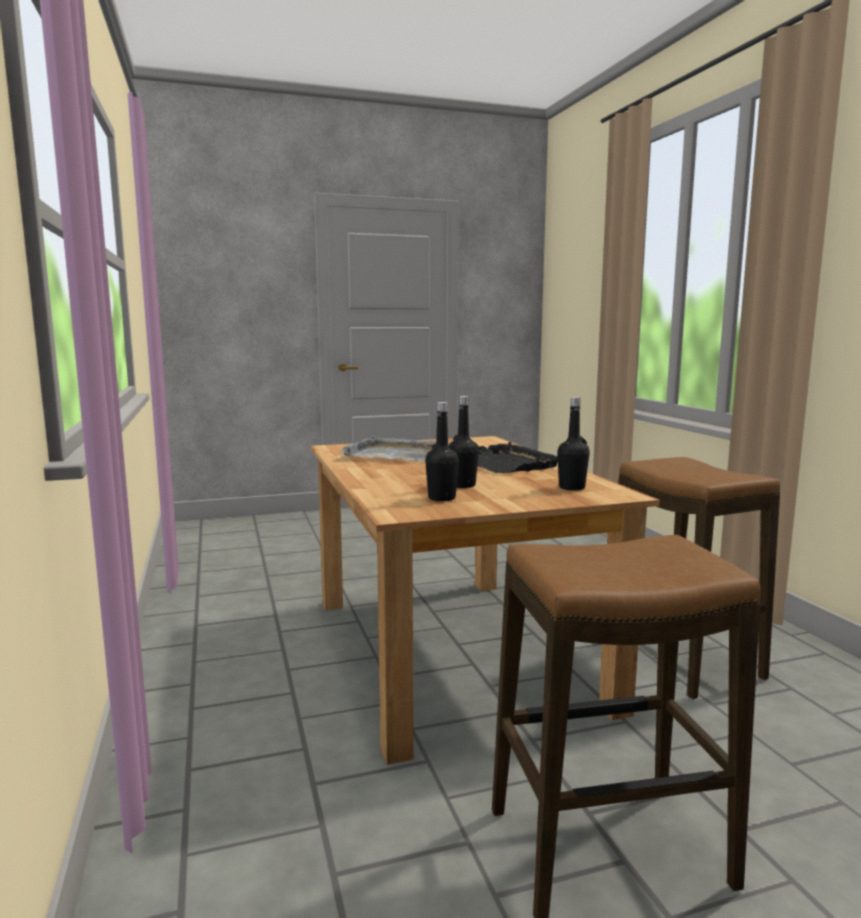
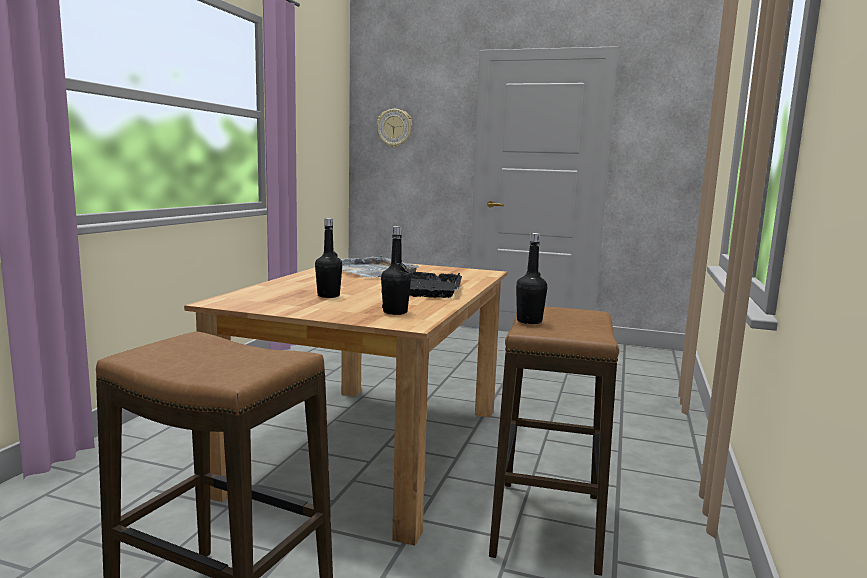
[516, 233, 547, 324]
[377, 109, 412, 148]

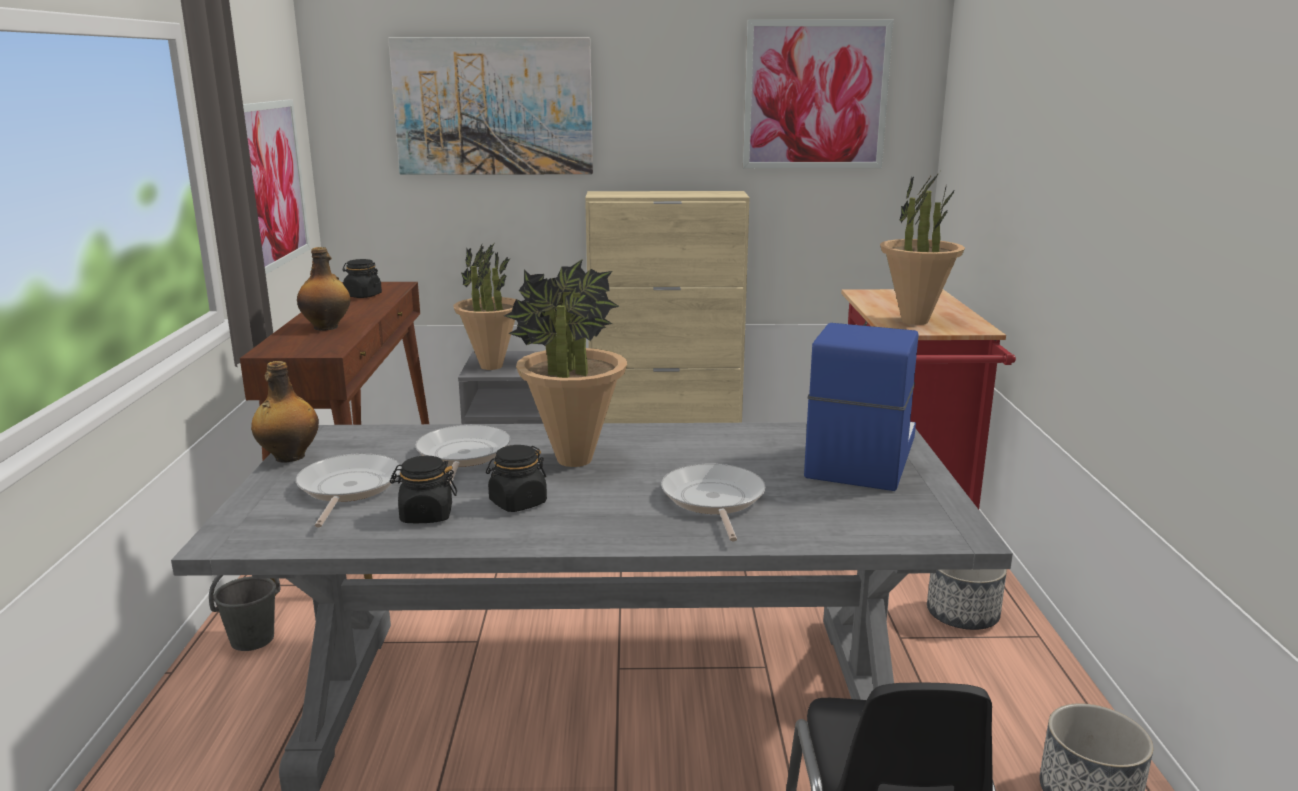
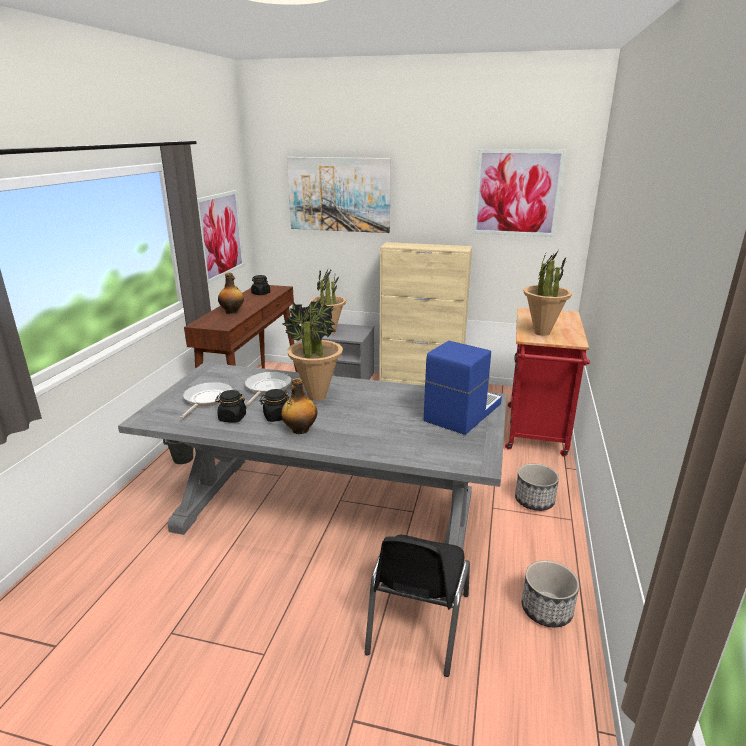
[281, 378, 317, 434]
[661, 464, 766, 542] (first image)

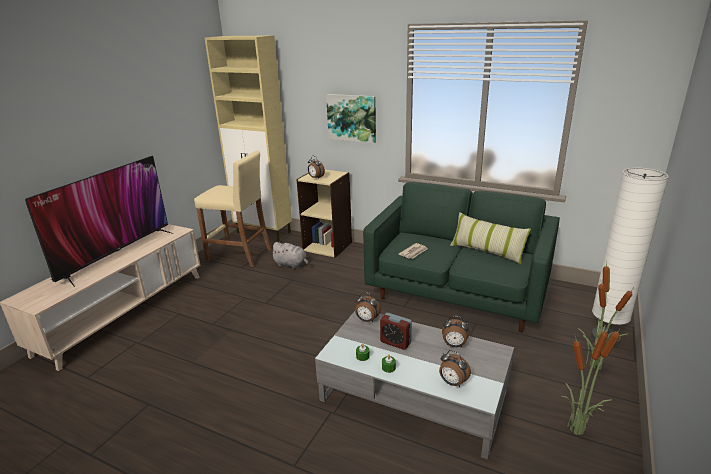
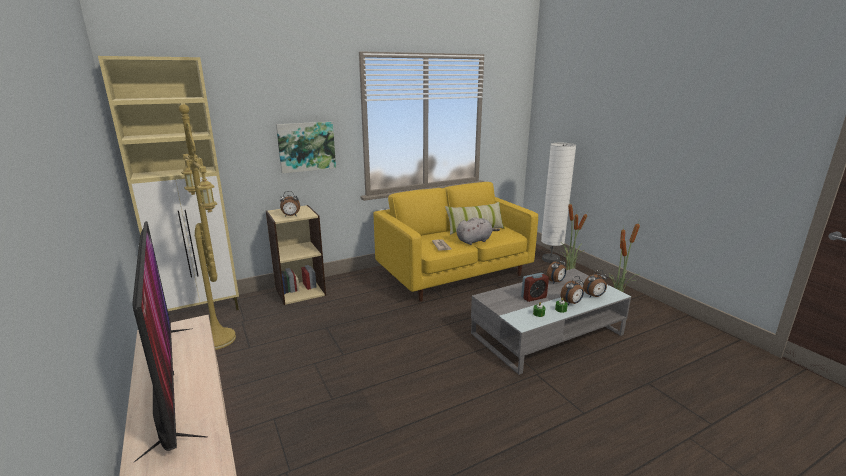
[179, 104, 236, 350]
[457, 217, 500, 245]
[561, 276, 584, 305]
[374, 182, 538, 302]

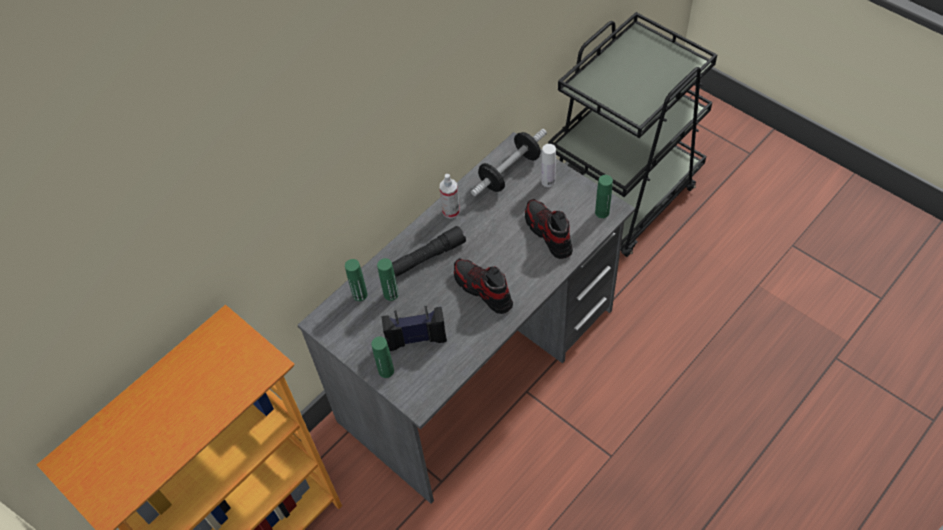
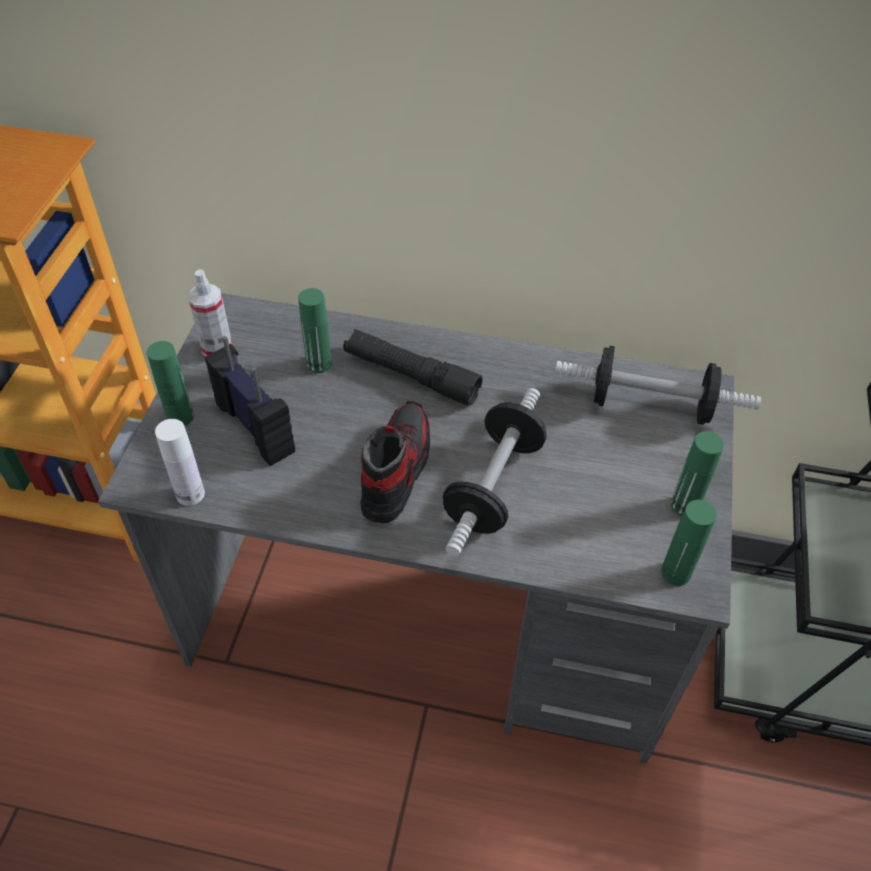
[671, 431, 724, 516]
[189, 269, 232, 356]
[525, 199, 573, 259] (first image)
[155, 419, 205, 506]
[443, 388, 547, 556]

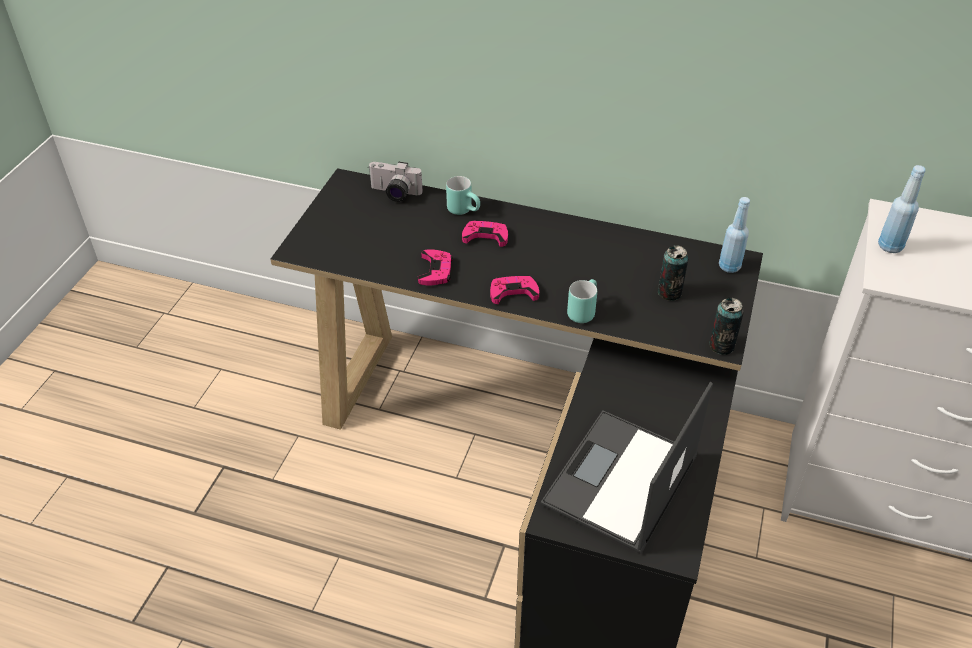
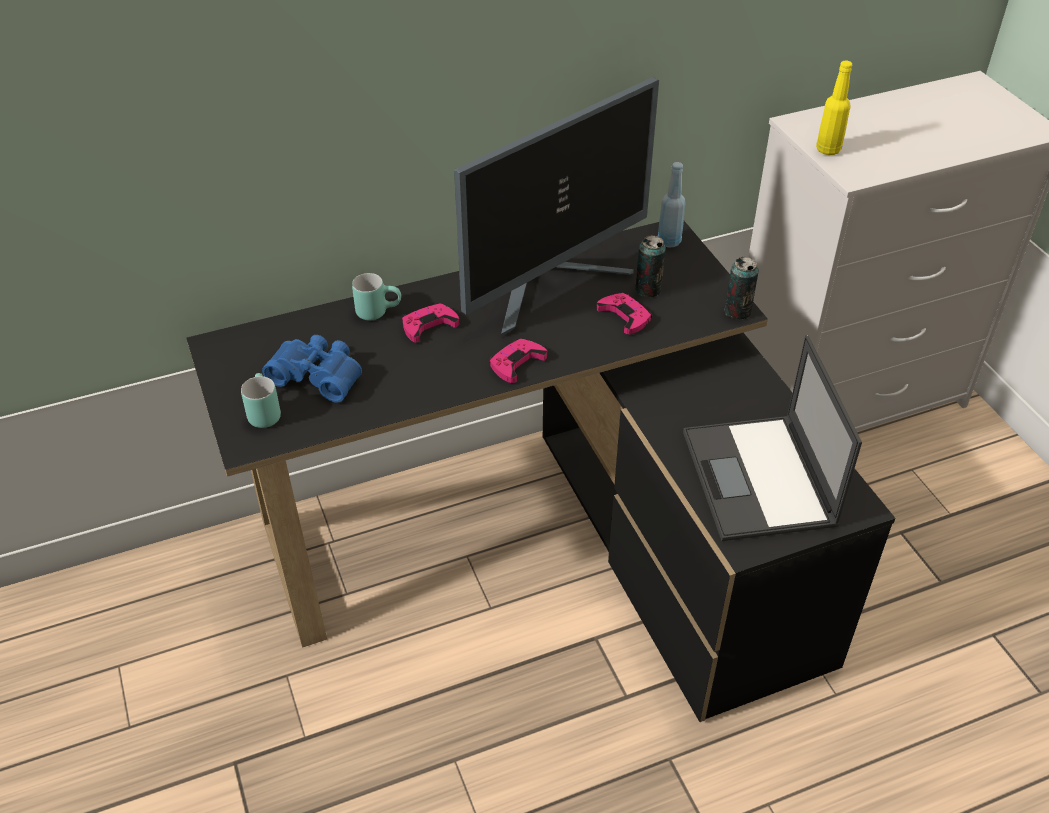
[369, 162, 423, 202] (first image)
[596, 293, 652, 335]
[241, 373, 281, 428]
[816, 60, 852, 155]
[262, 335, 362, 403]
[454, 77, 659, 337]

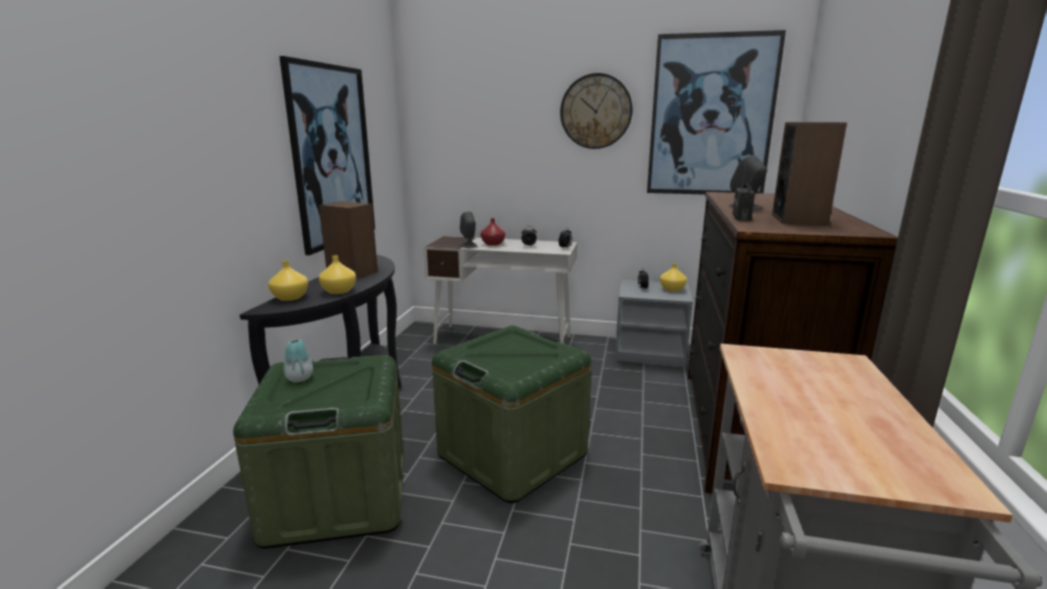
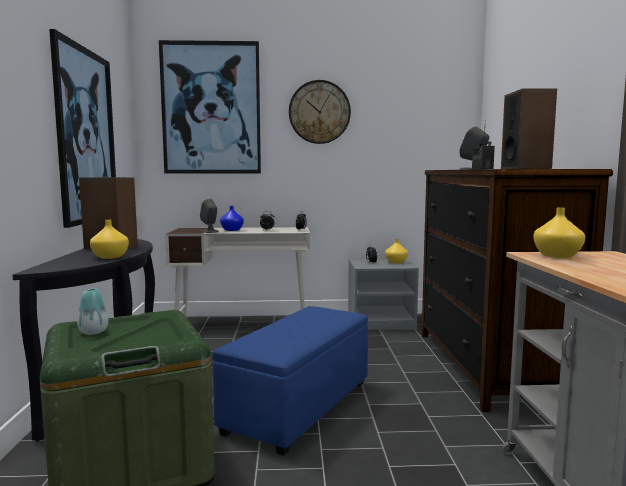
[533, 208, 585, 258]
[212, 306, 368, 456]
[220, 206, 244, 231]
[159, 40, 261, 174]

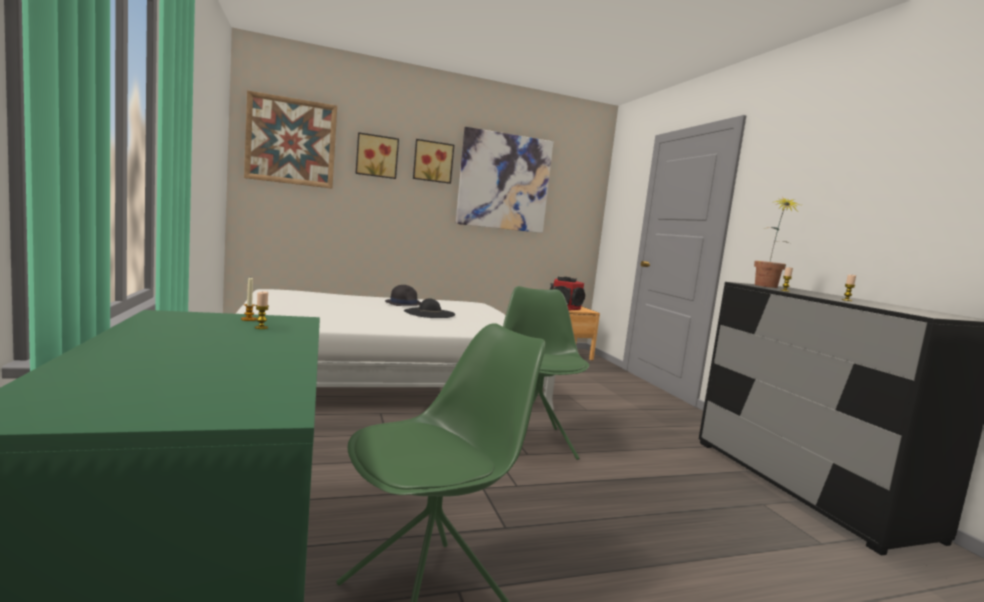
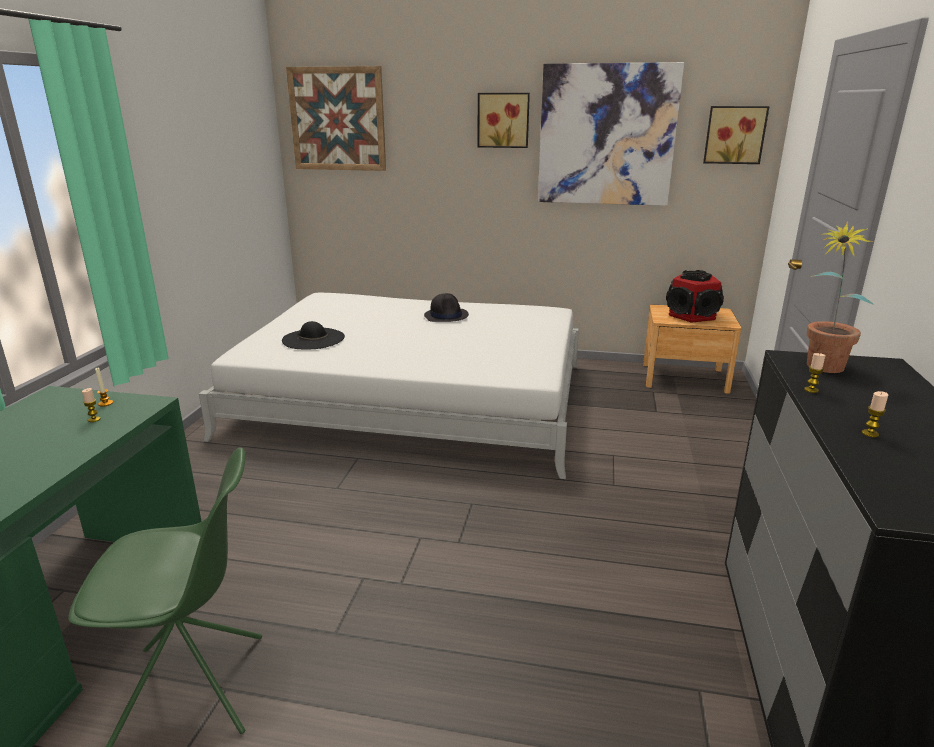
[703, 106, 770, 164]
[282, 321, 345, 349]
[503, 286, 589, 460] (first image)

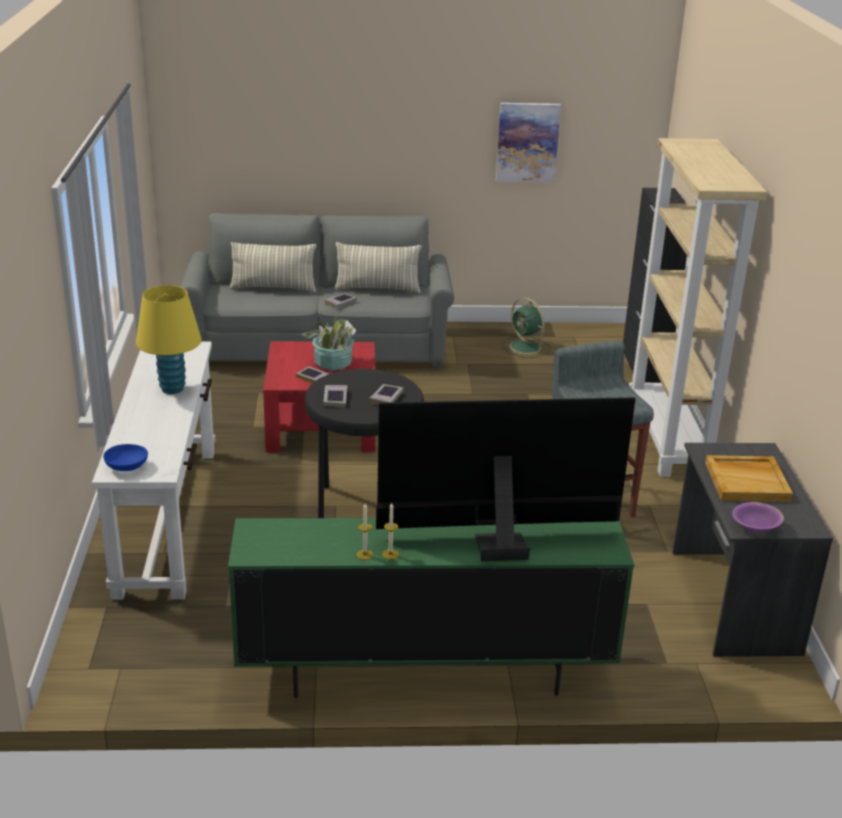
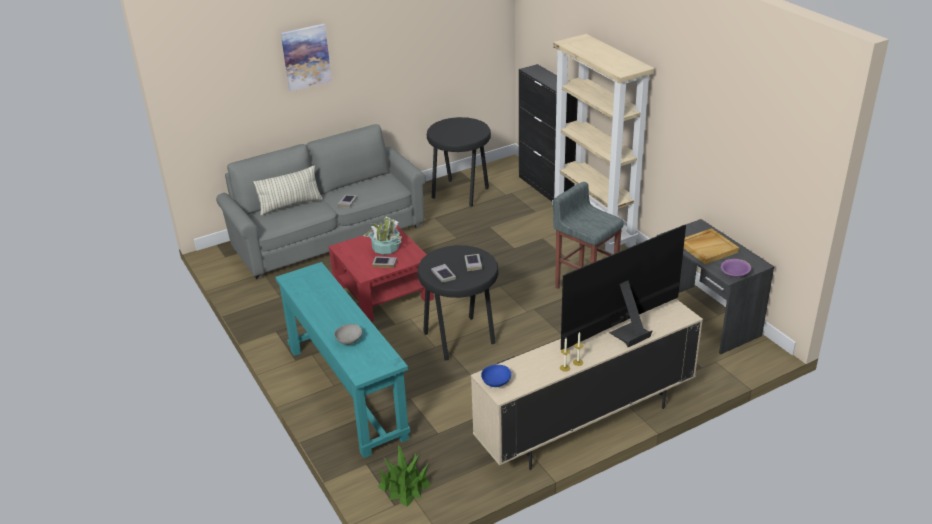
[275, 262, 410, 458]
[481, 365, 511, 387]
[136, 285, 201, 394] (first image)
[471, 299, 703, 470]
[334, 242, 422, 293] (first image)
[281, 24, 332, 92]
[427, 117, 491, 207]
[334, 324, 362, 345]
[376, 444, 432, 507]

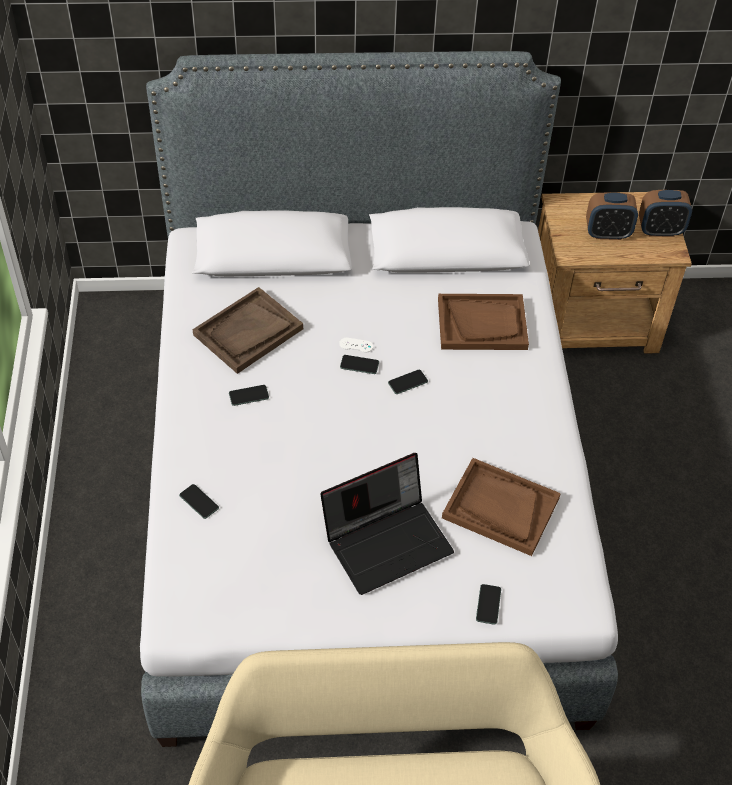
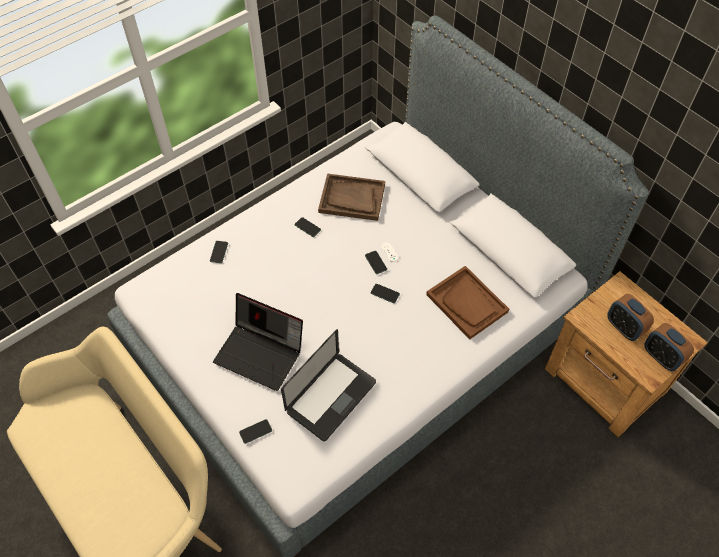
[281, 329, 376, 441]

